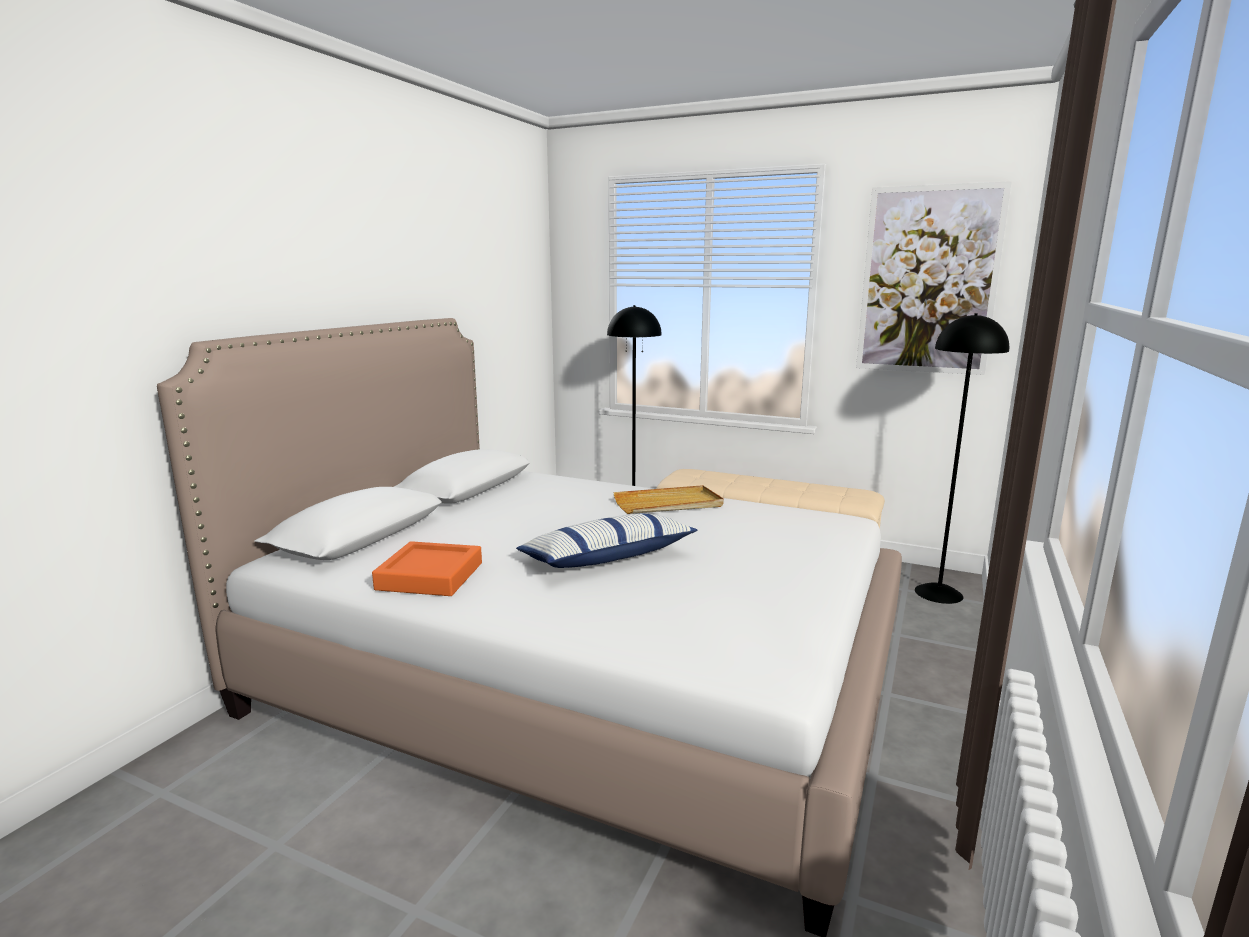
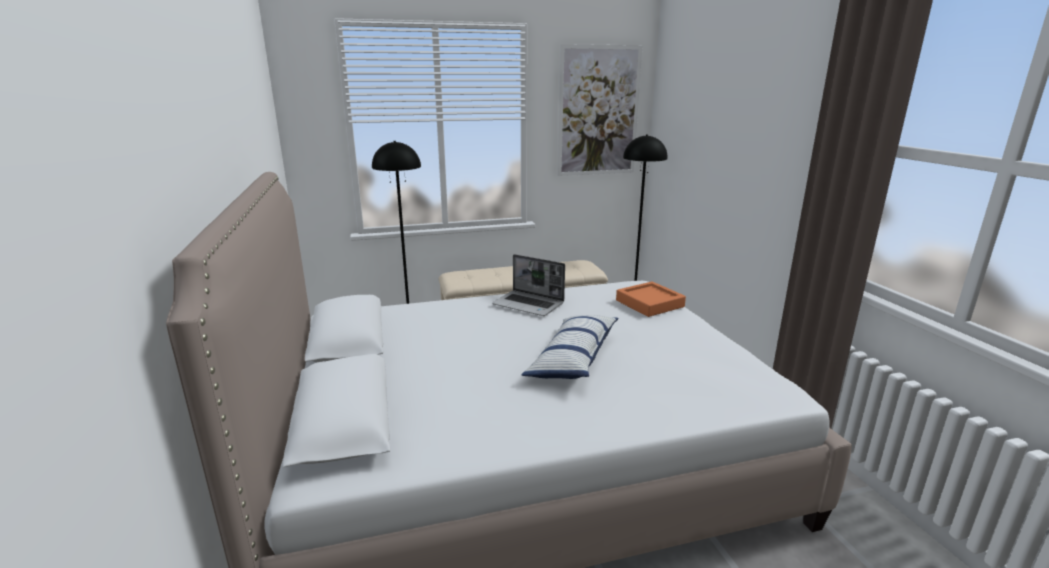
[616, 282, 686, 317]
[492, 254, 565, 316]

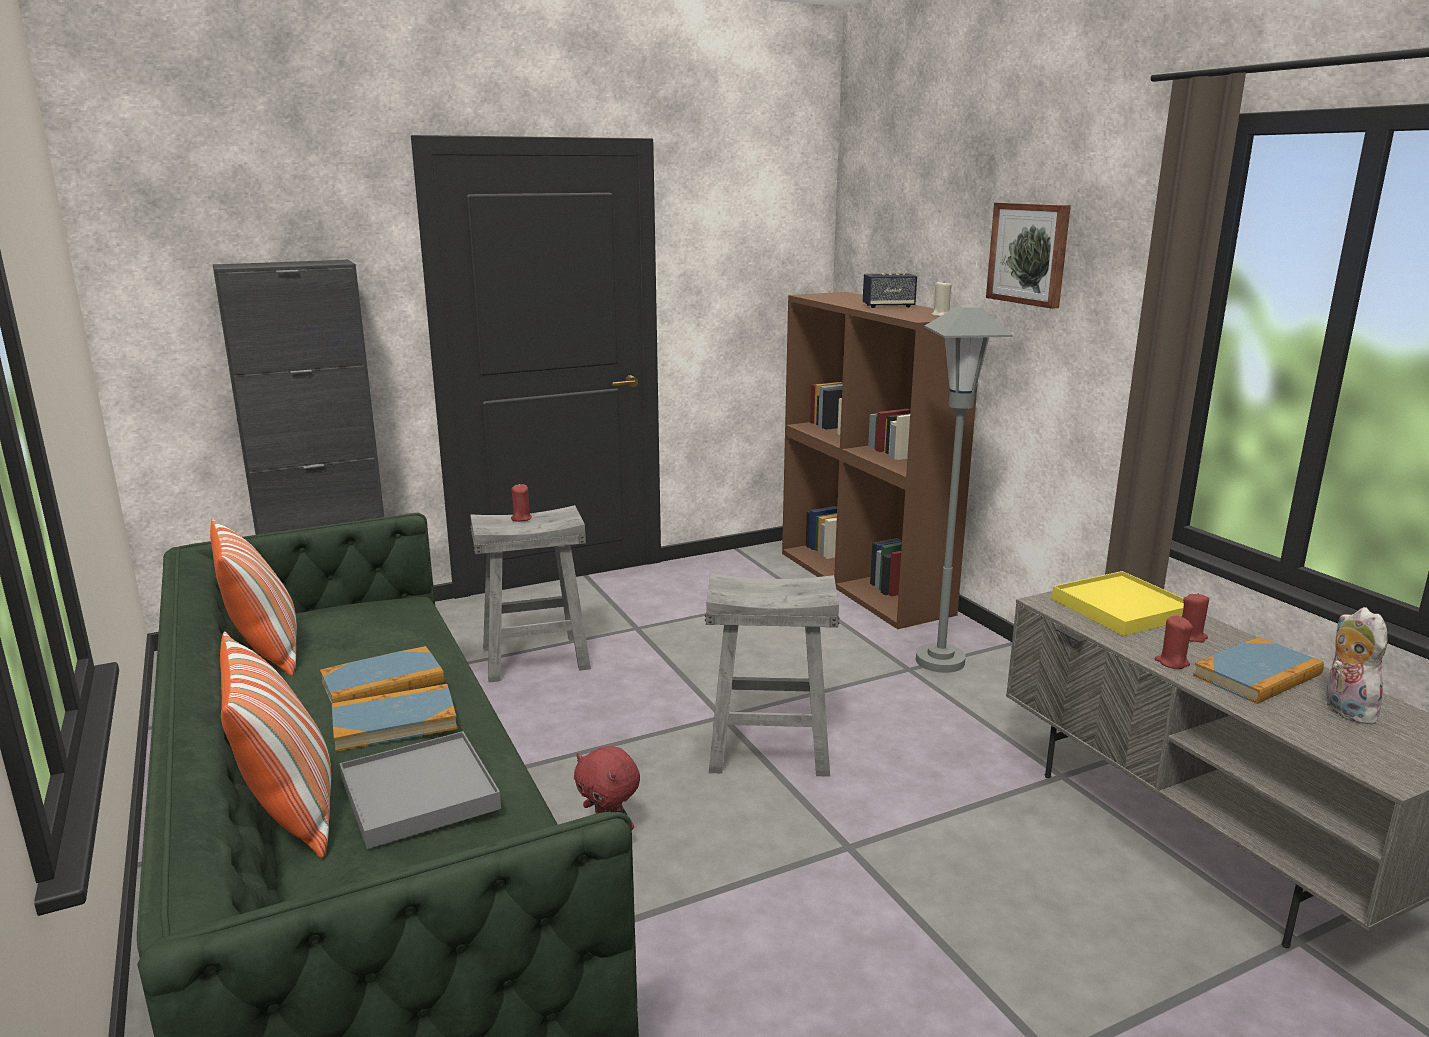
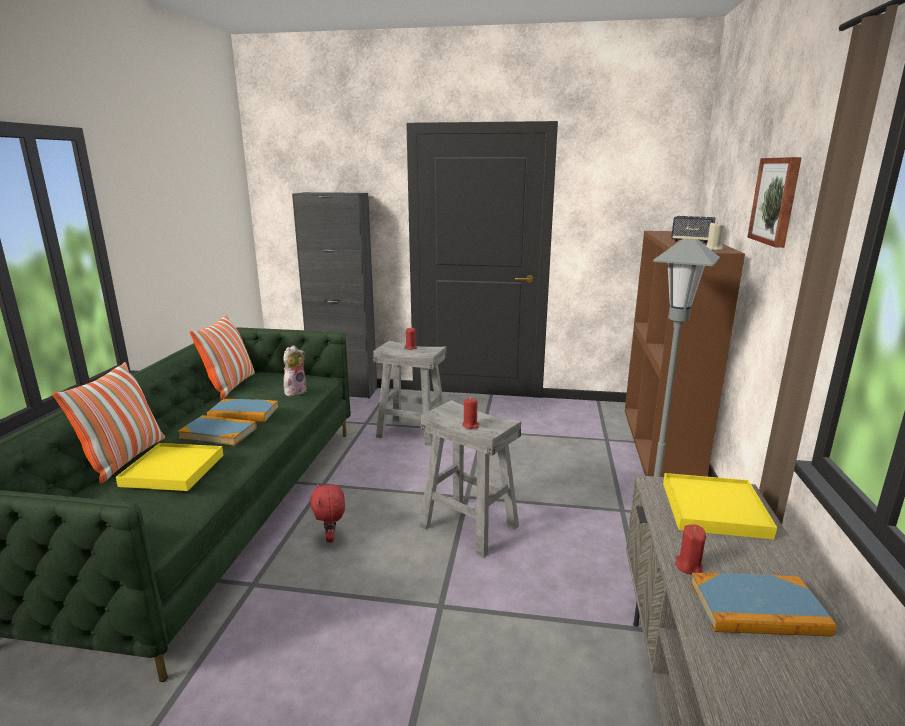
[116, 443, 223, 491]
[462, 398, 479, 429]
[283, 345, 307, 397]

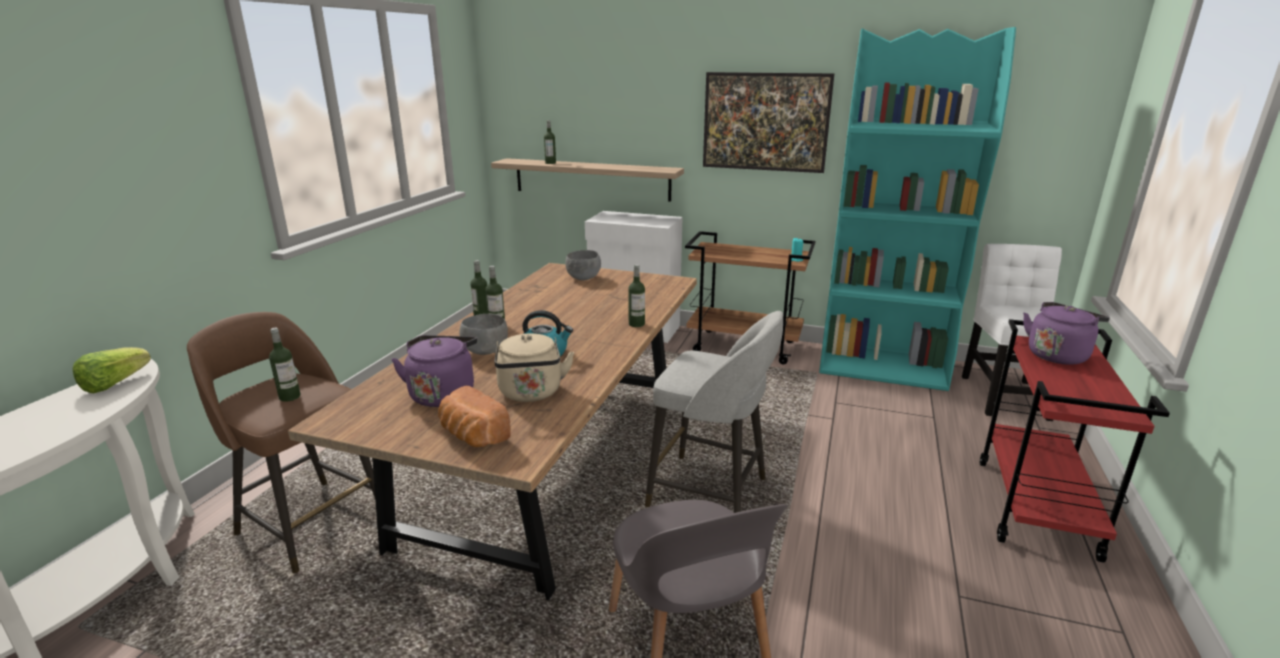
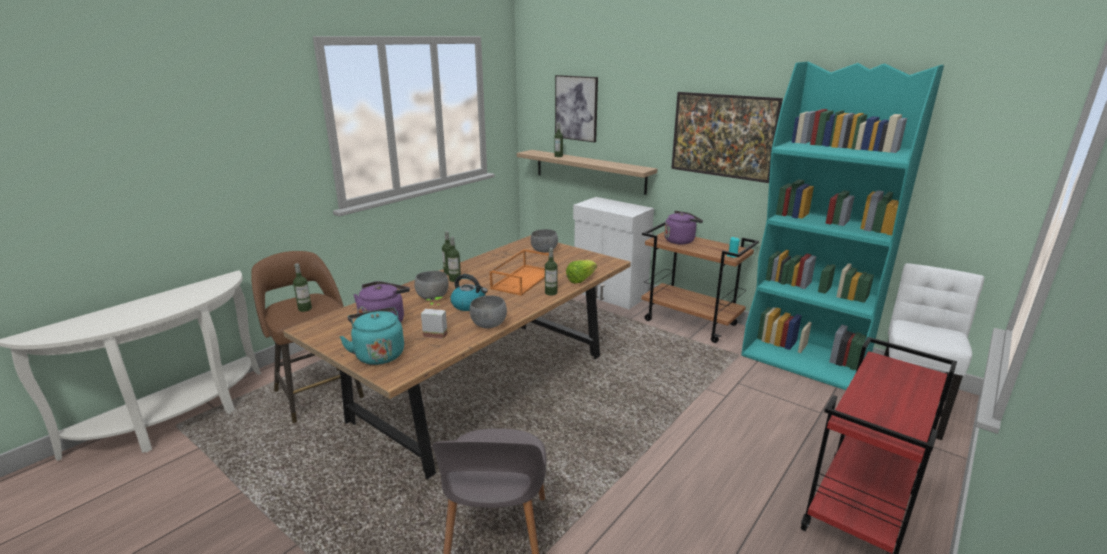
[566, 260, 597, 284]
[340, 307, 404, 365]
[421, 297, 448, 339]
[645, 311, 783, 513] (first image)
[664, 211, 703, 244]
[469, 295, 507, 328]
[490, 249, 549, 296]
[555, 75, 598, 142]

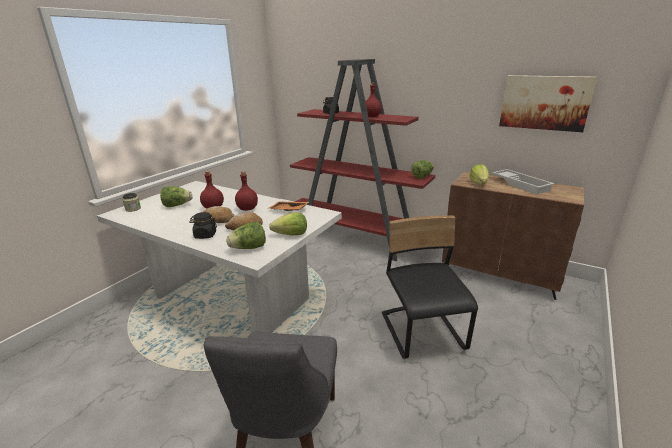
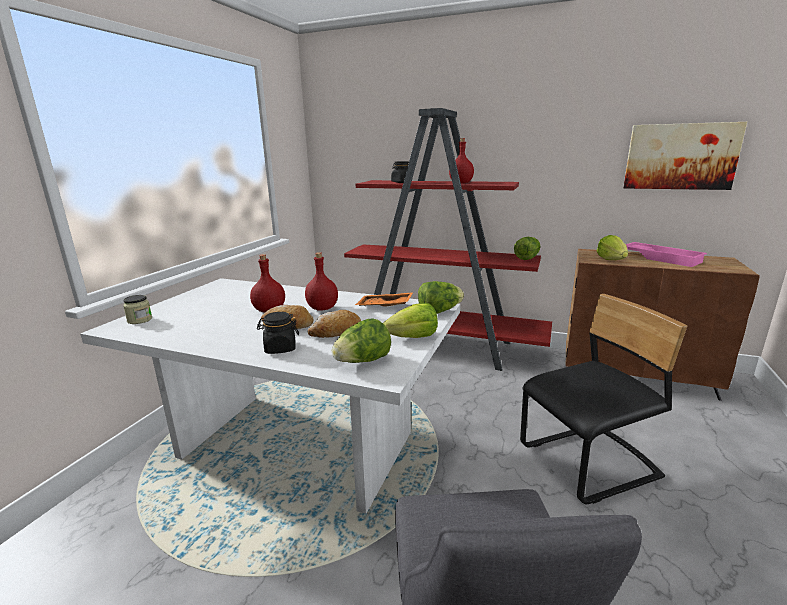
[418, 281, 464, 314]
[520, 294, 687, 504]
[625, 242, 707, 267]

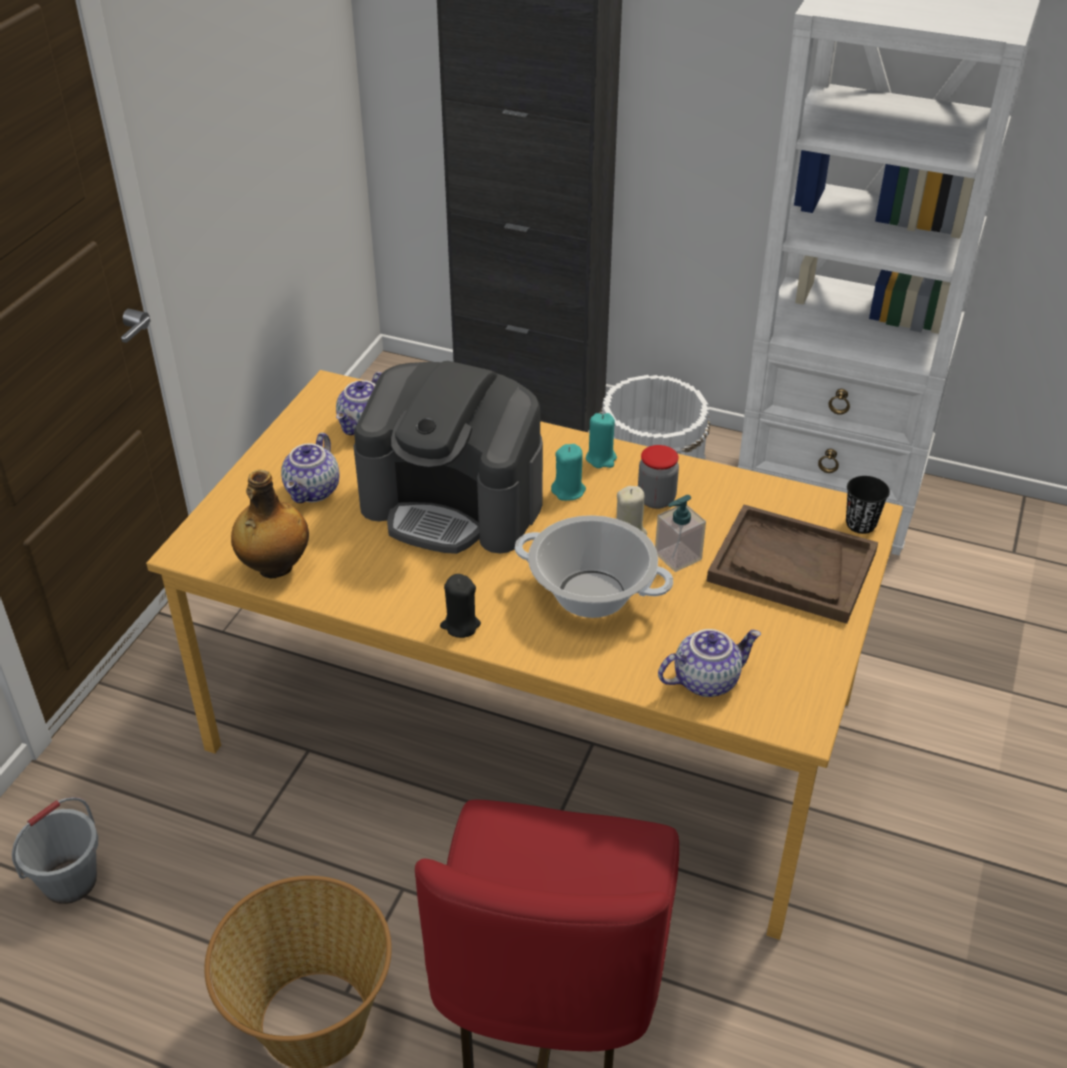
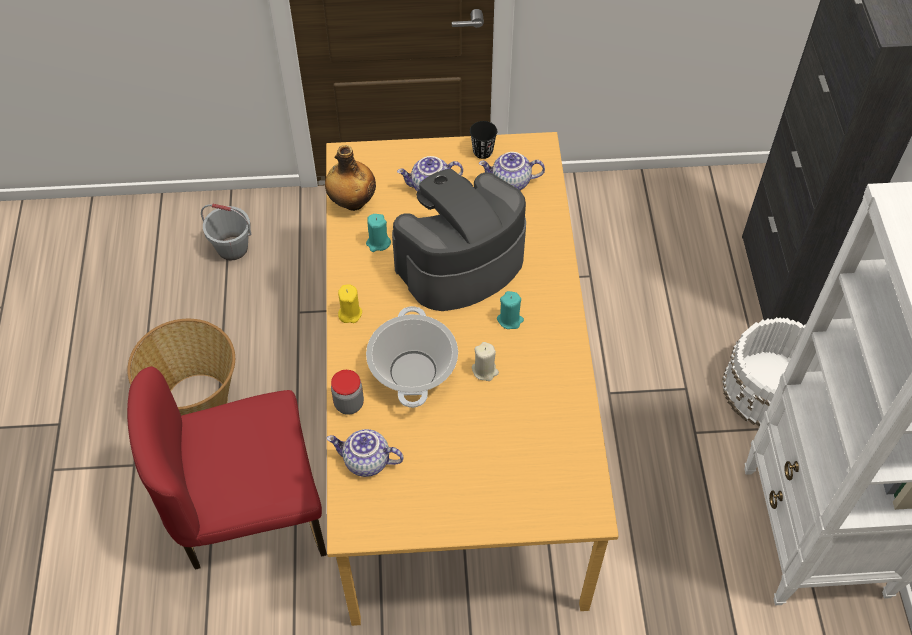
[392, 169, 526, 311]
[338, 284, 362, 323]
[366, 214, 391, 252]
[331, 370, 364, 415]
[655, 495, 706, 572] (first image)
[327, 429, 403, 477]
[707, 504, 878, 624] (first image)
[470, 121, 497, 159]

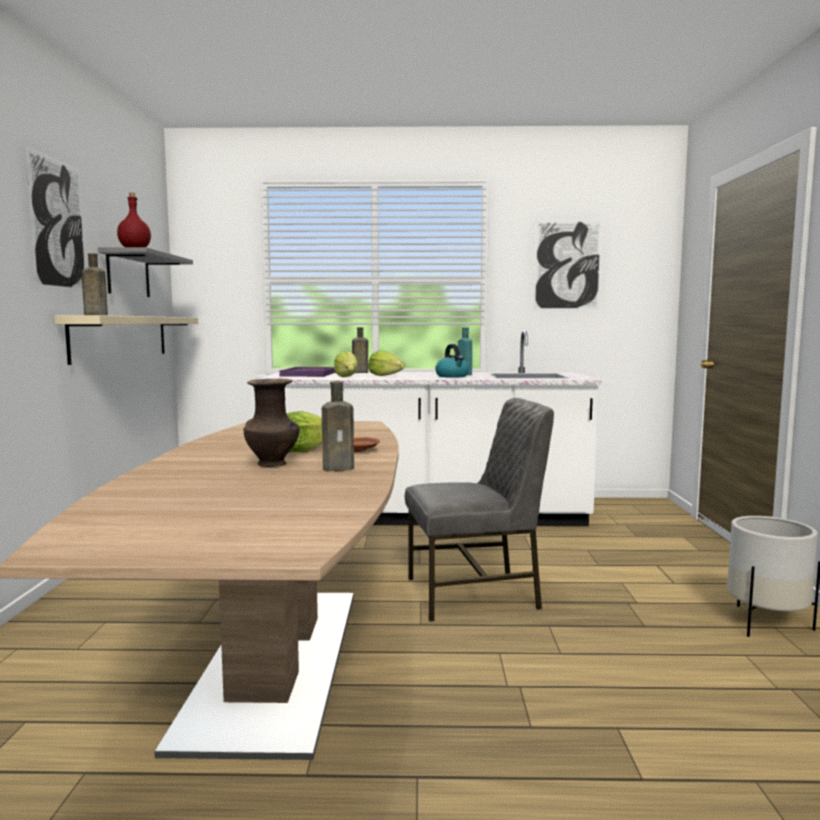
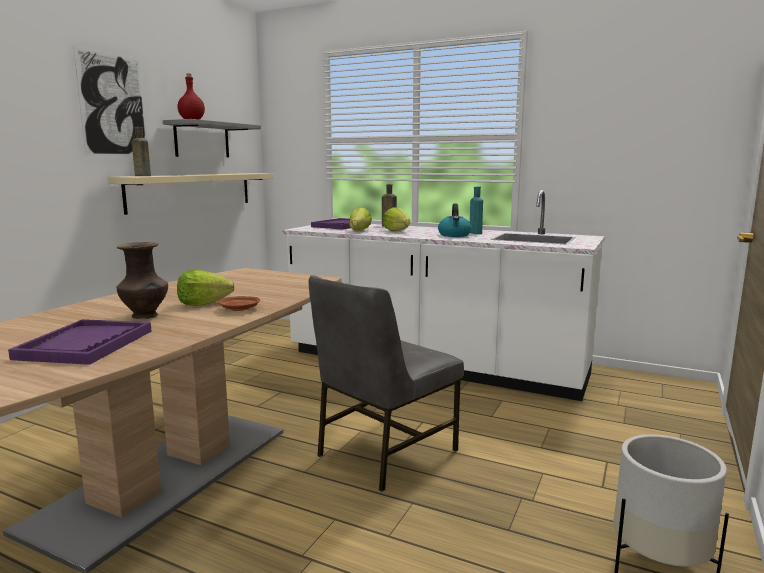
[322, 381, 354, 471] (first image)
[309, 275, 464, 492]
[533, 220, 603, 310] (first image)
[8, 319, 151, 365]

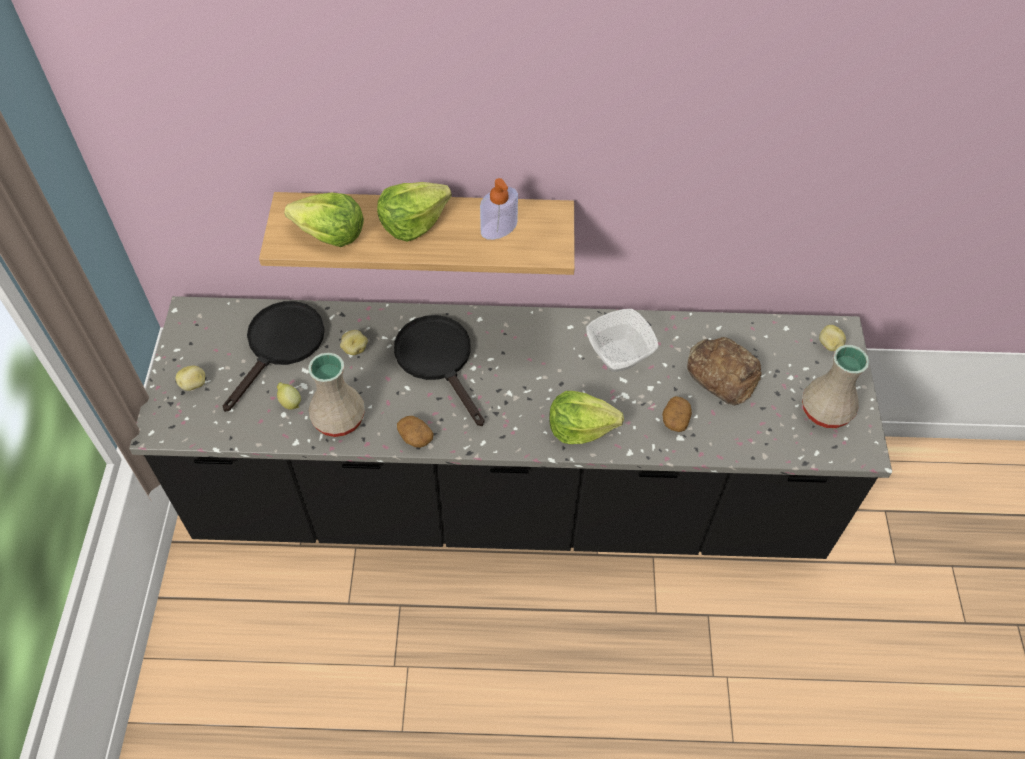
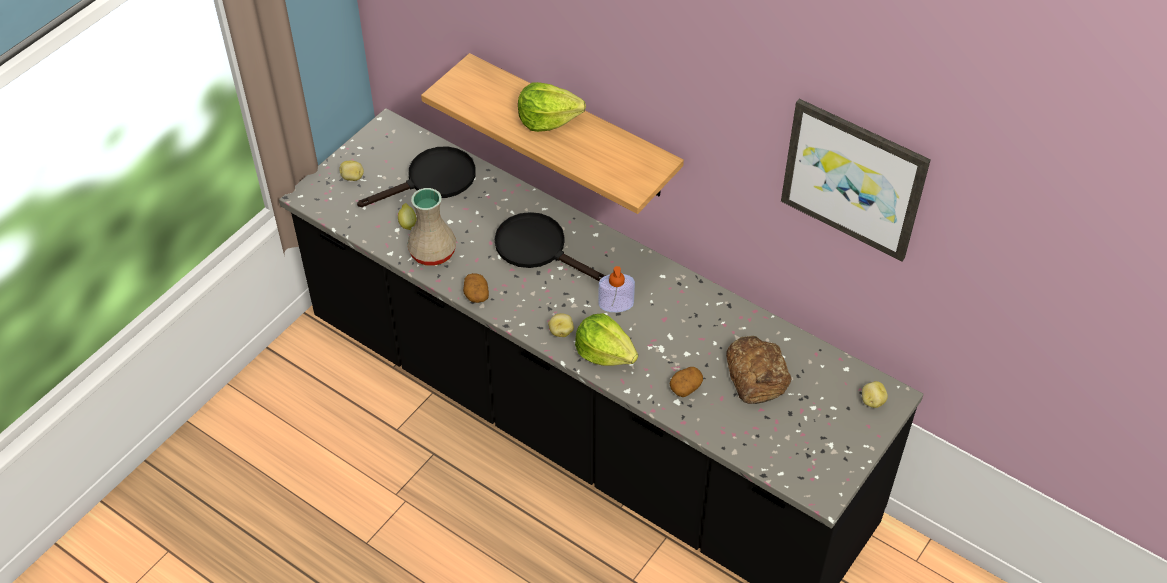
[284, 193, 364, 247] (first image)
[548, 313, 574, 337]
[495, 212, 605, 281]
[598, 266, 635, 312]
[586, 309, 658, 372] (first image)
[802, 345, 870, 428] (first image)
[781, 99, 931, 261]

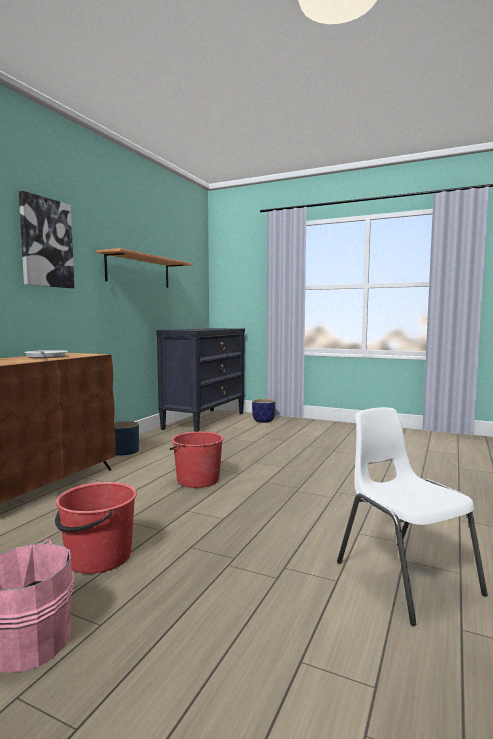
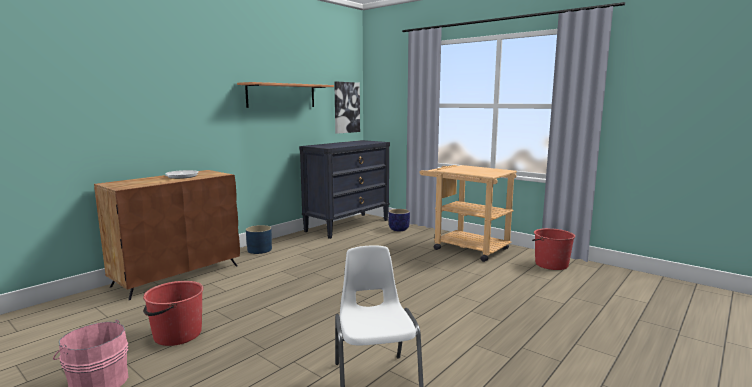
[334, 82, 360, 134]
[532, 228, 575, 270]
[419, 165, 517, 262]

